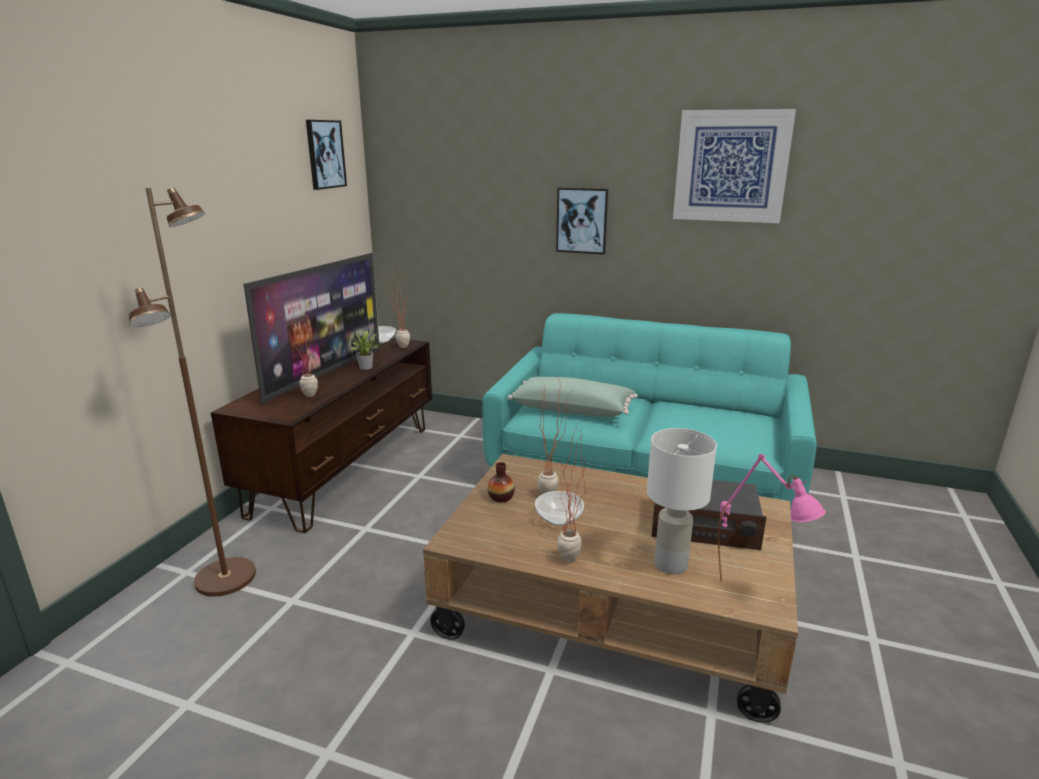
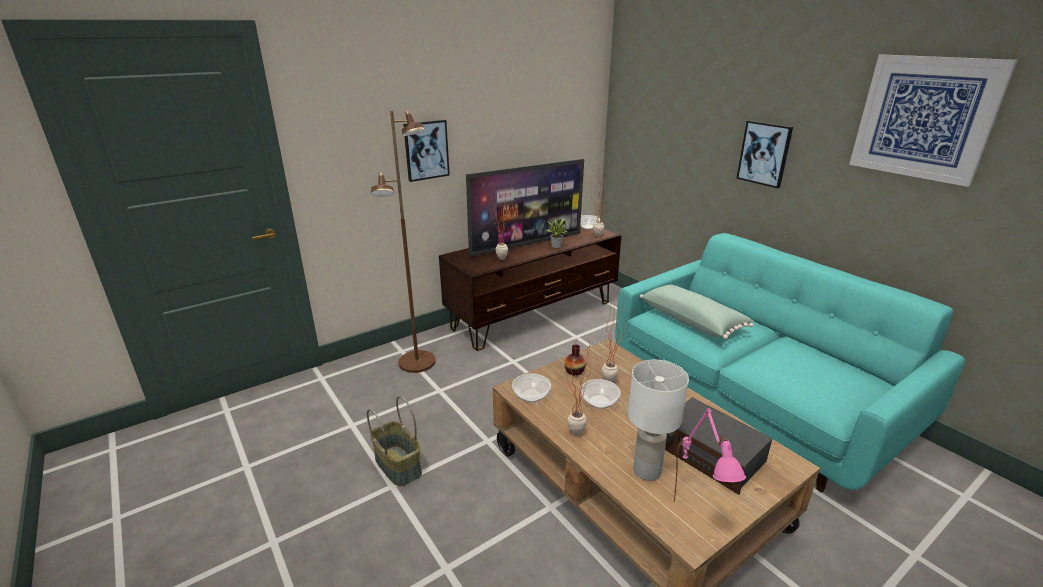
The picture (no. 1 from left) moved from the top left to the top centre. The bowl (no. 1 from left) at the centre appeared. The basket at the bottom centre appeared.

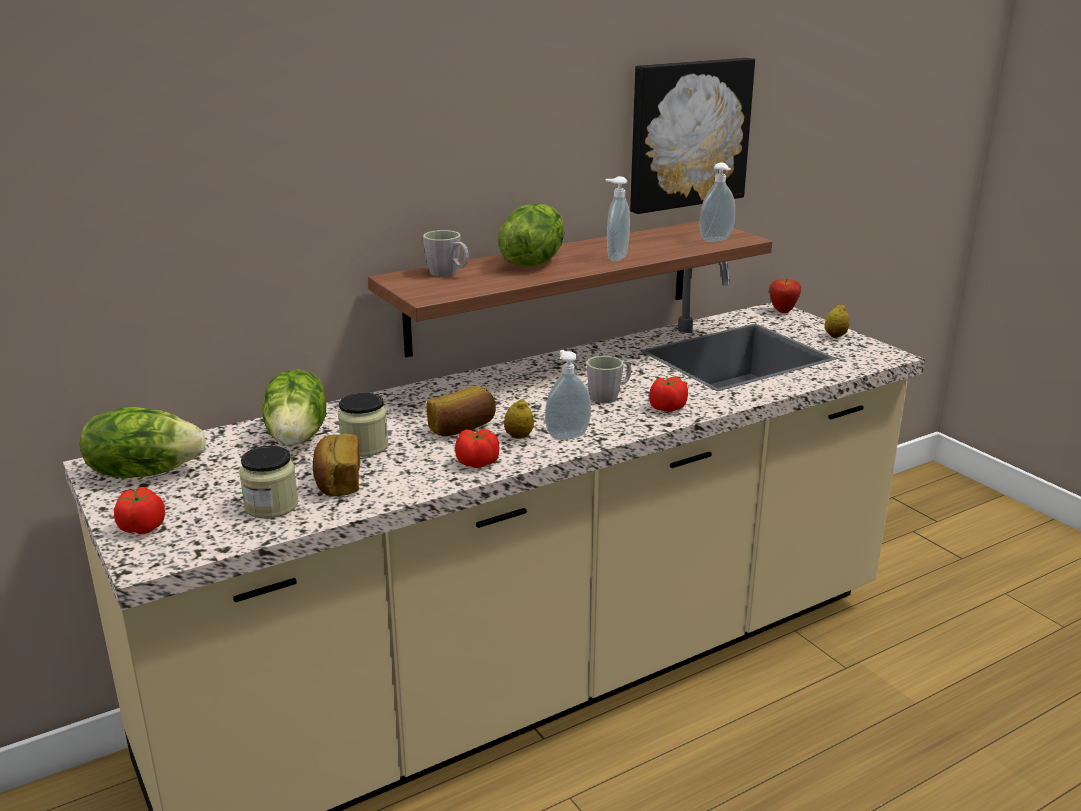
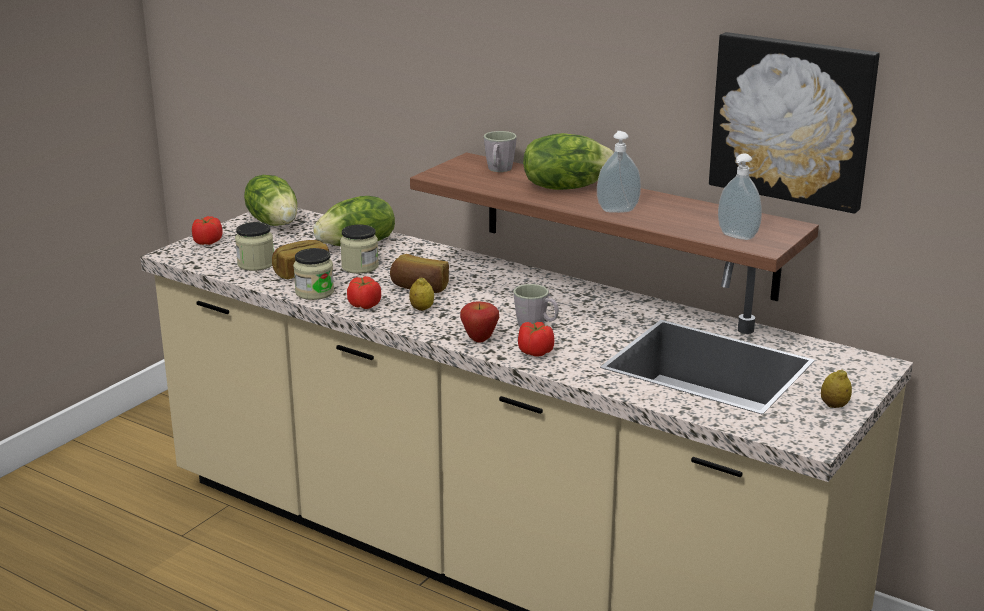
The apple moved from the middle right to the centre. The soap_dispenser (no. 1 from left) at the centre disappeared. The jar (no. 2 from left) at the middle left appeared.

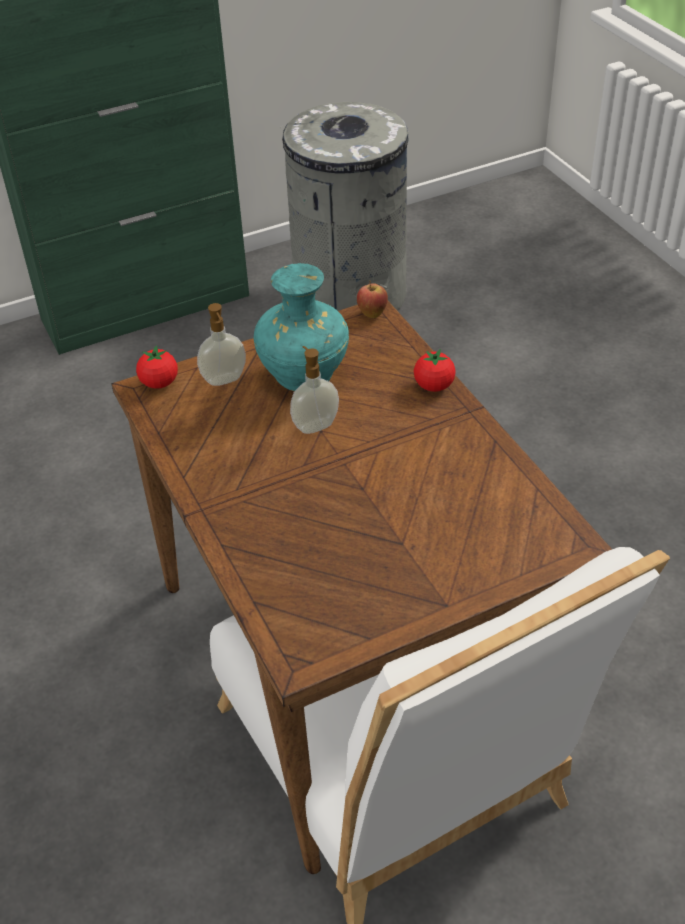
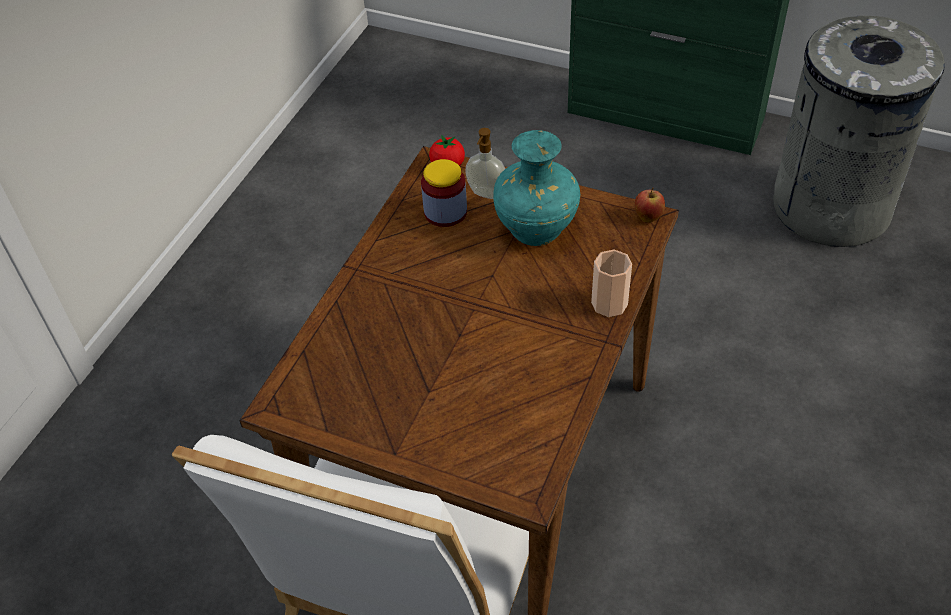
The soap_dispenser (no. 2 from left) at the centre disappeared. The tomato (no. 2 from left) at the centre was replaced by the cup at the centre. The jar at the top centre appeared.

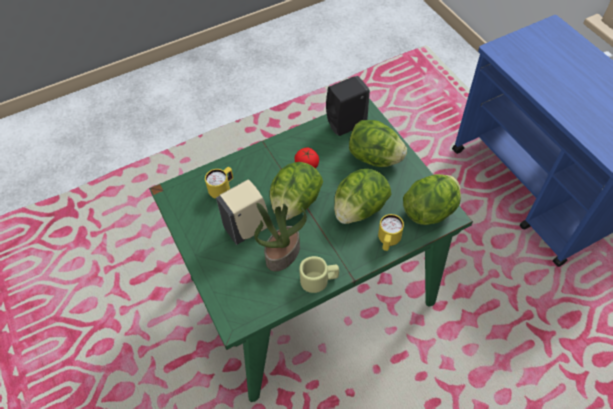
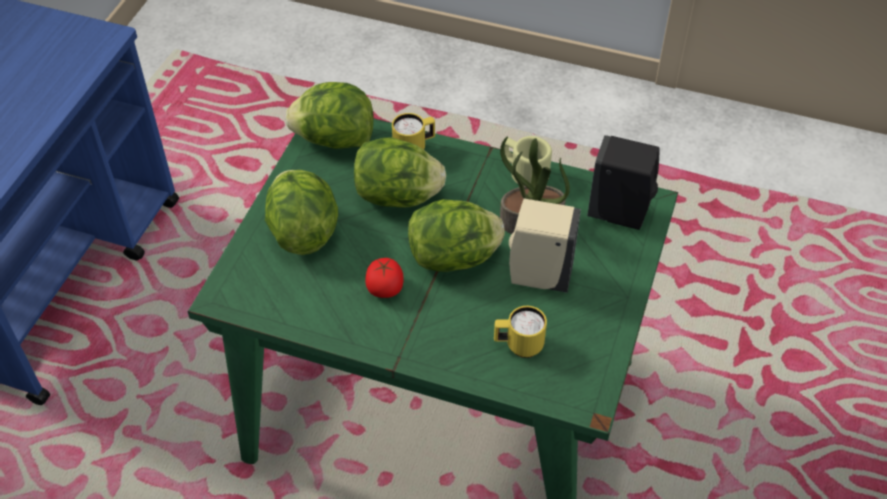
The black_soap_dispenser moved from the top centre to the middle right.

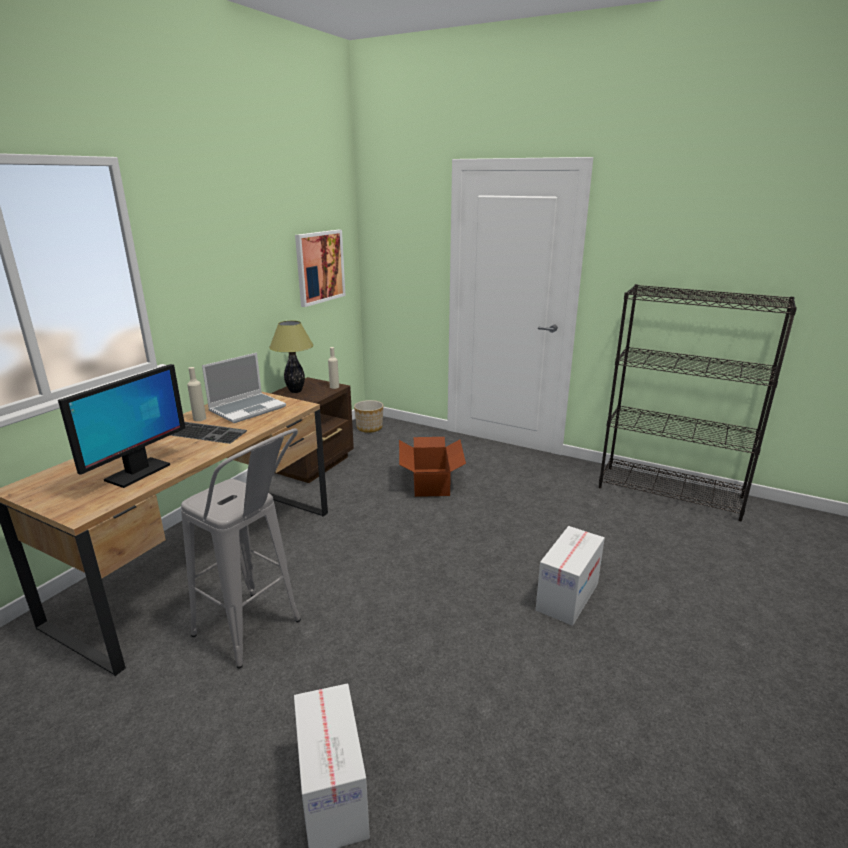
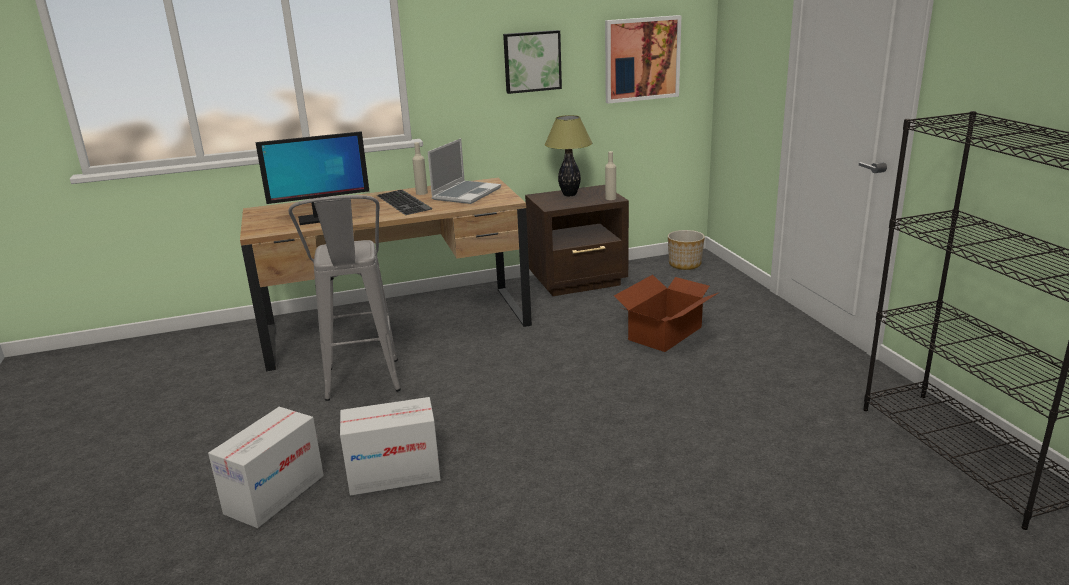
The laptop at the middle left turned 60 degrees counterclockwise. The cardboard_box (no. 3 from left in the first image) moved from the bottom right to the bottom centre. The picture (no. 1 from left) at the top centre appeared.

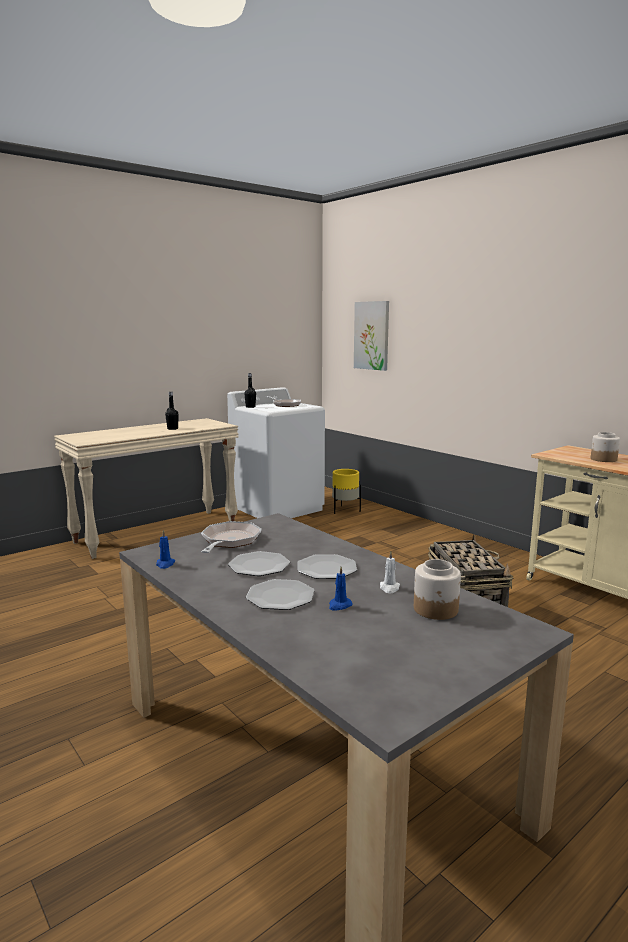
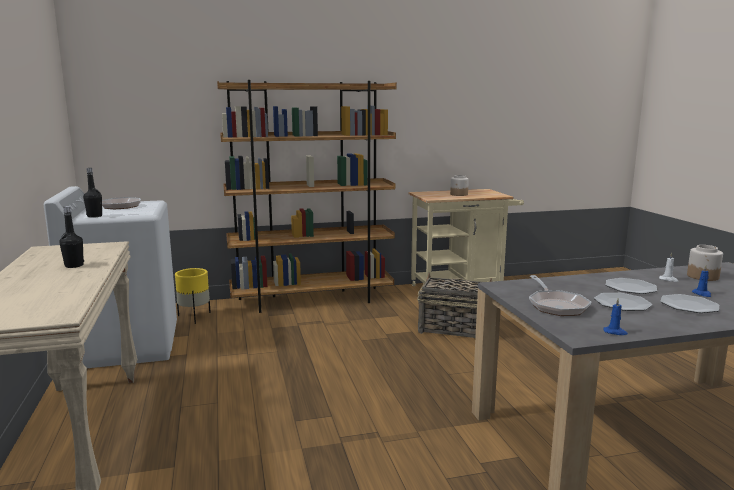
The picture at the centre disappeared. The frying_pan (no. 1 from left in the first image) at the centre turned 135 degrees counterclockwise. The brown_bookcase at the centre appeared.

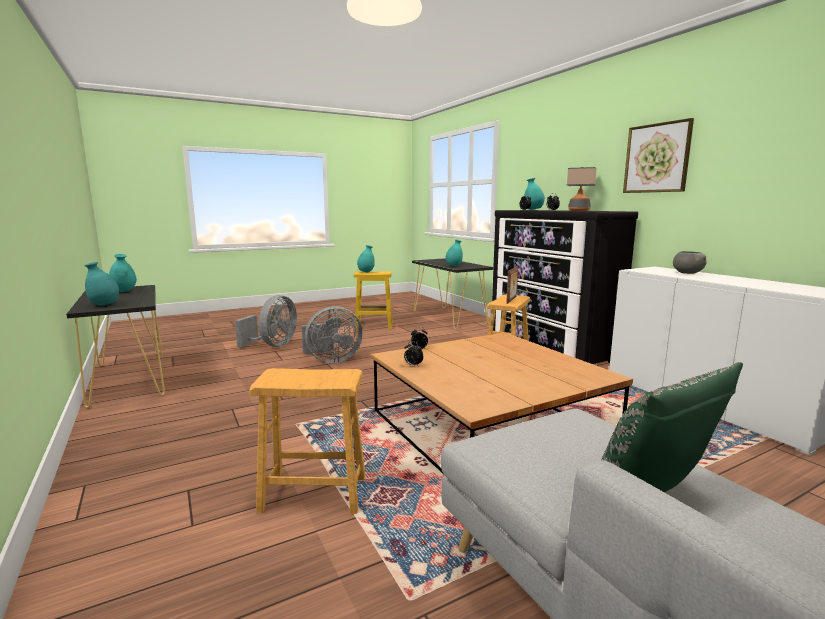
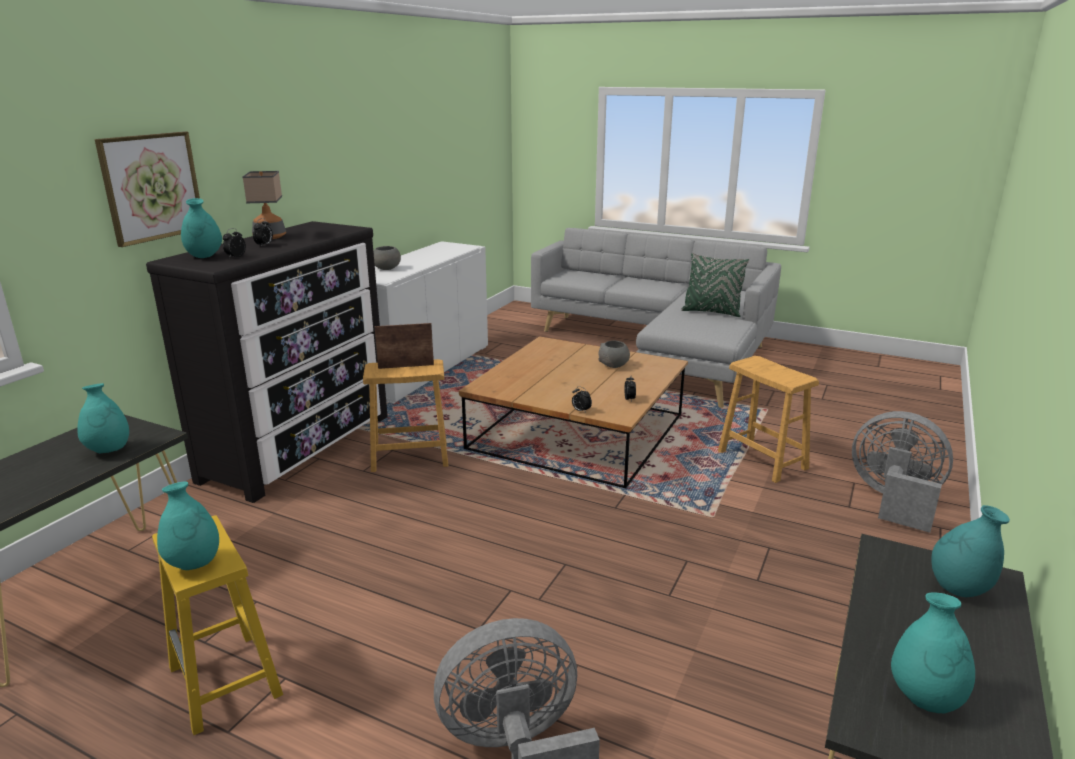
The picture moved from the top right to the top left. The grey_fan (no. 2 from left) moved from the centre to the middle right. The grey_bowl (no. 2 from left) at the centre appeared.

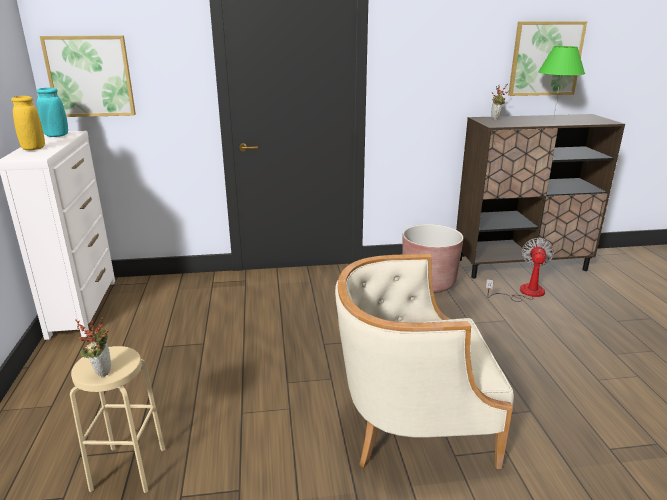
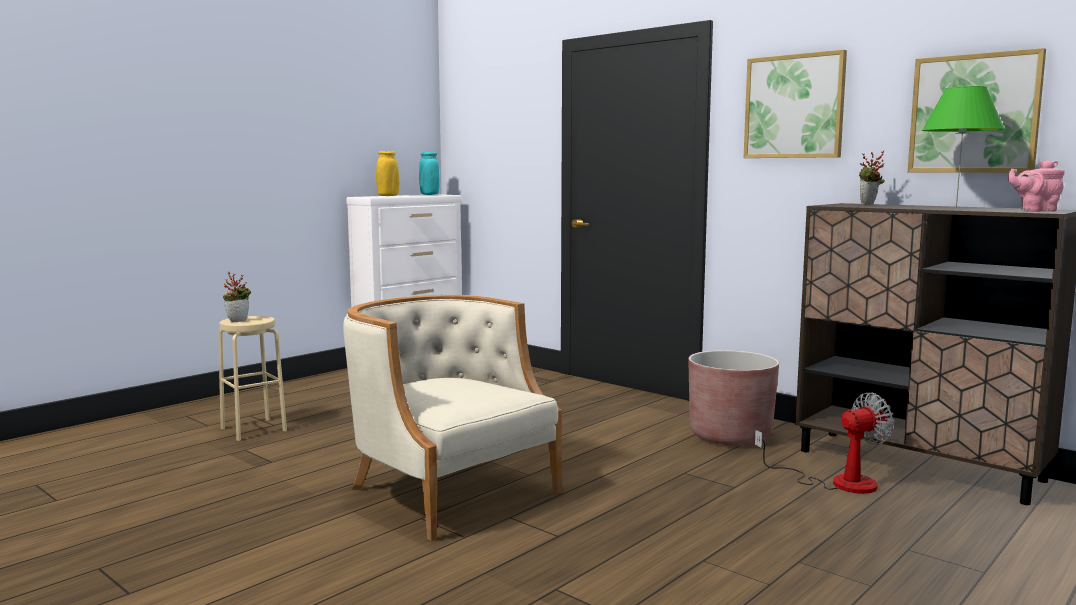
The picture (no. 1 from left) moved from the top left to the top right. The pink_teapot at the top right appeared.

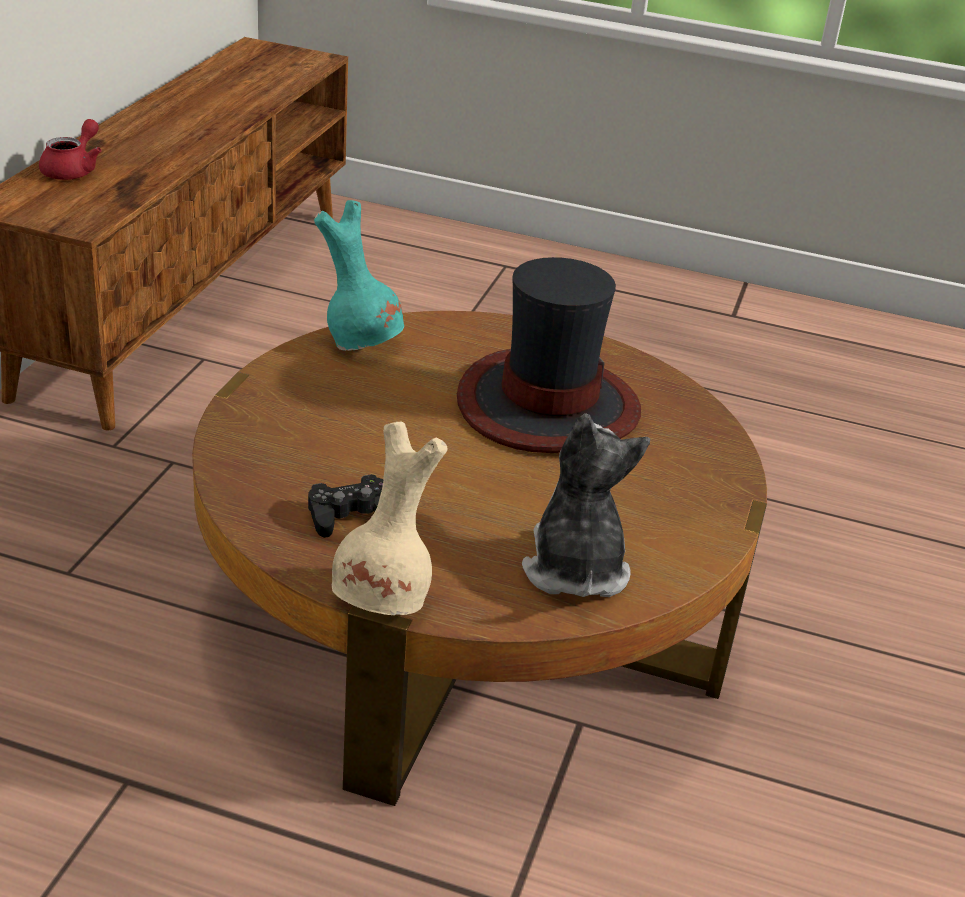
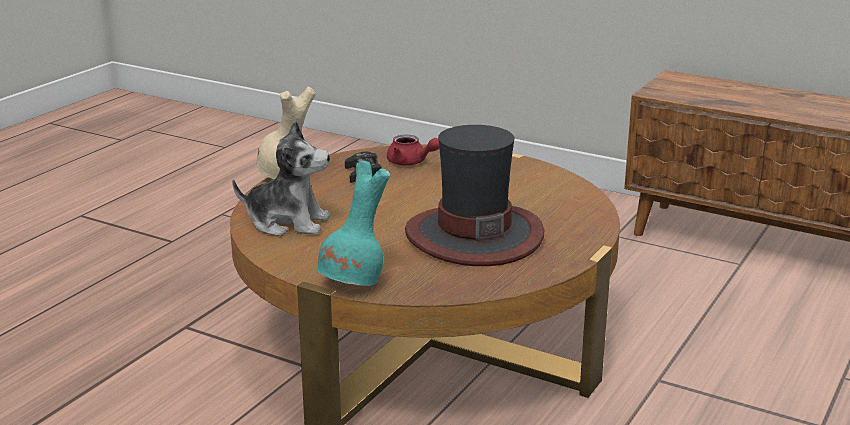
The red_teapot moved from the top left to the centre. The turquoise_vase moved from the top centre to the centre.

